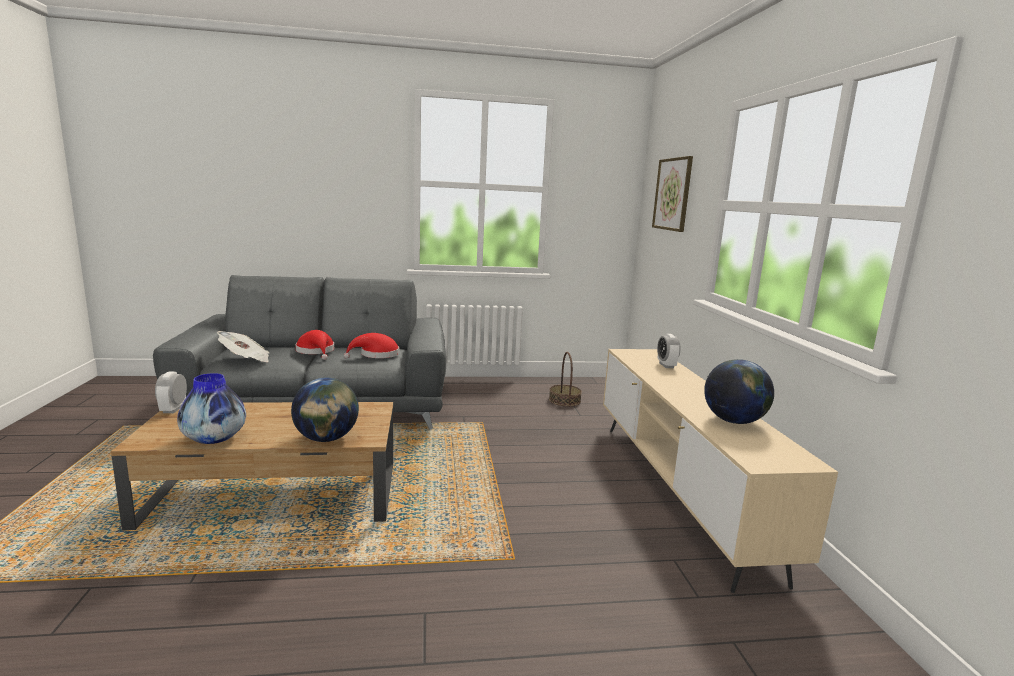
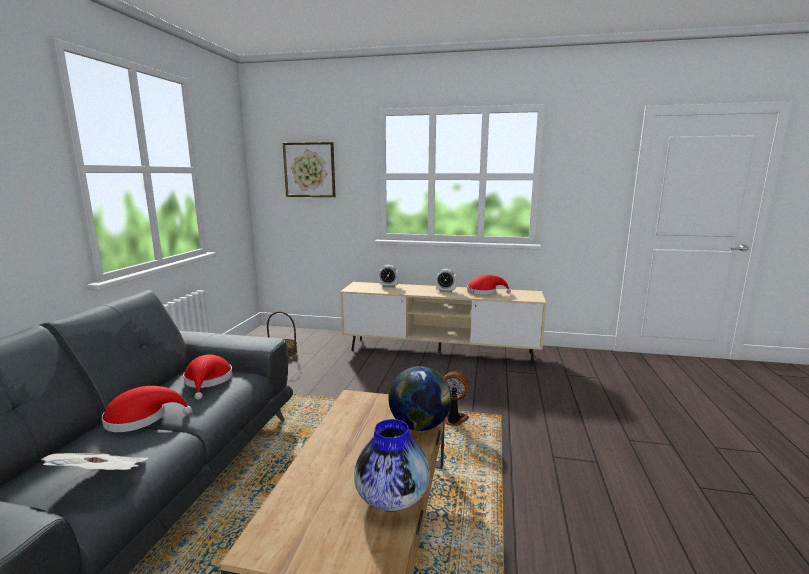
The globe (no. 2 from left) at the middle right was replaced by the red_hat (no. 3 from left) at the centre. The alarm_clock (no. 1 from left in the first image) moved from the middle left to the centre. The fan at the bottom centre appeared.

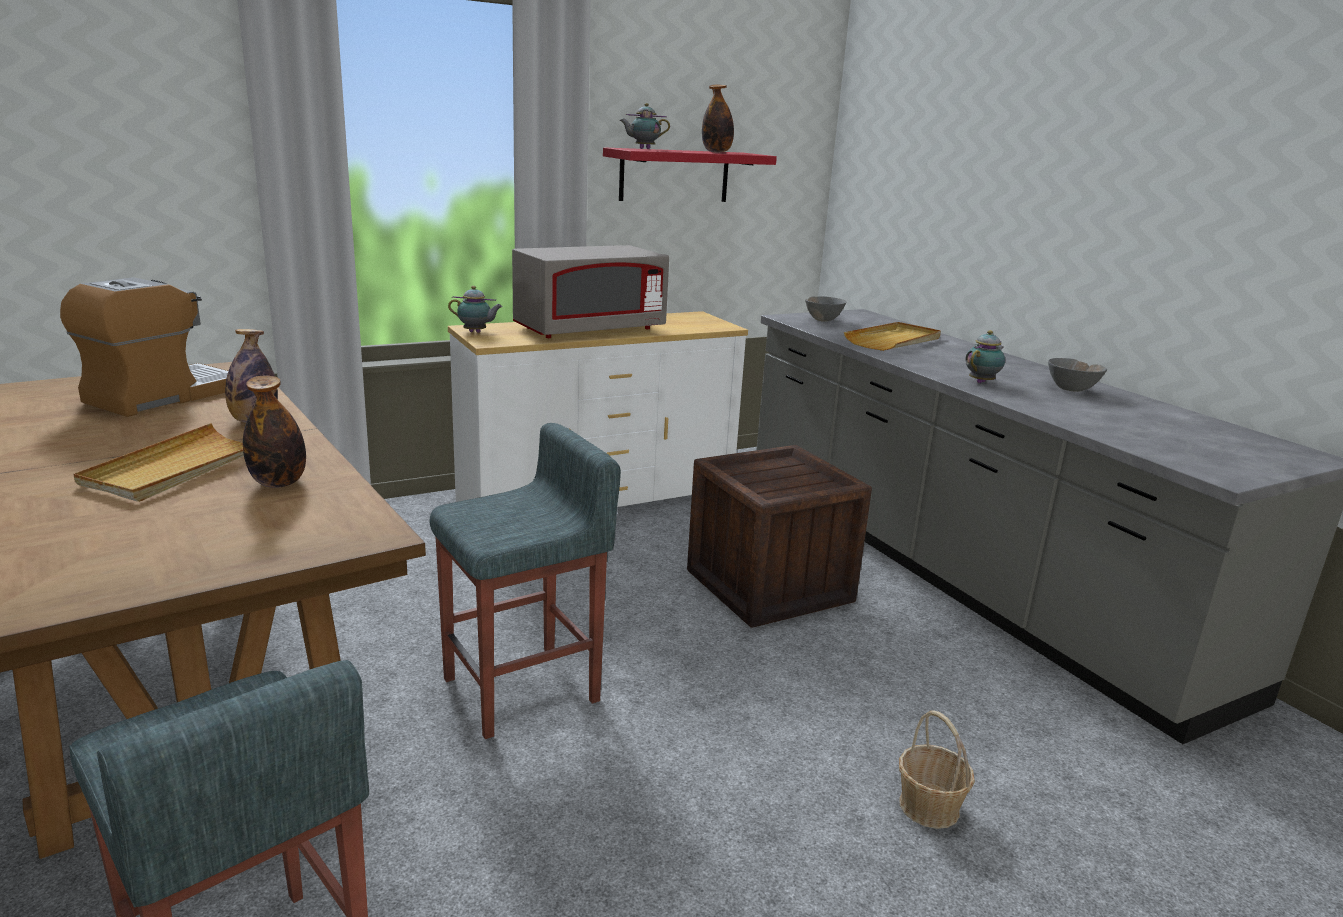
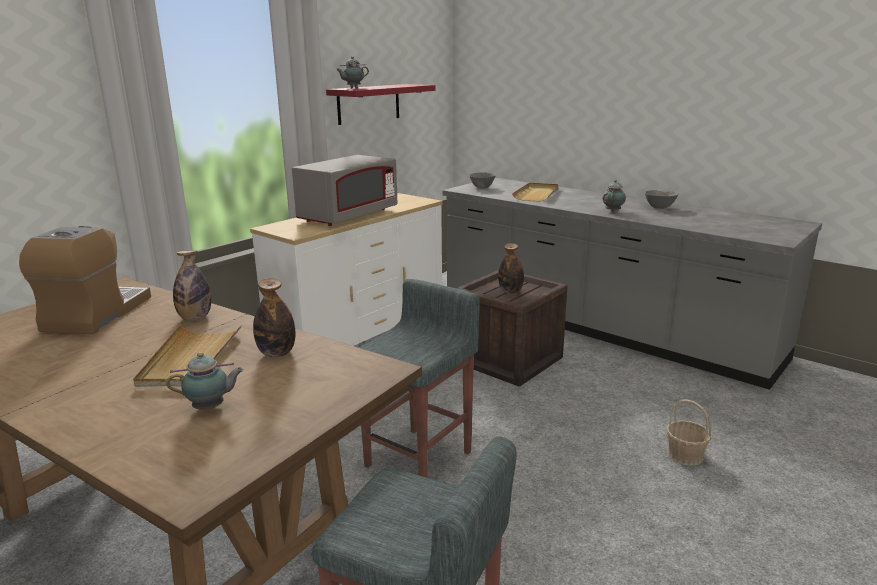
The bottle (no. 3 from left) moved from the top centre to the centre. The teapot (no. 1 from left) moved from the centre to the middle left.

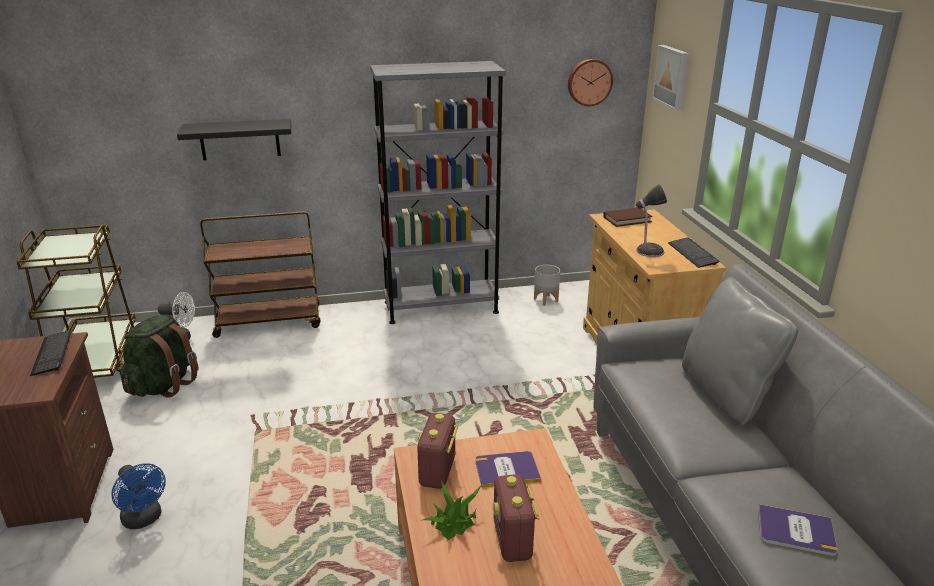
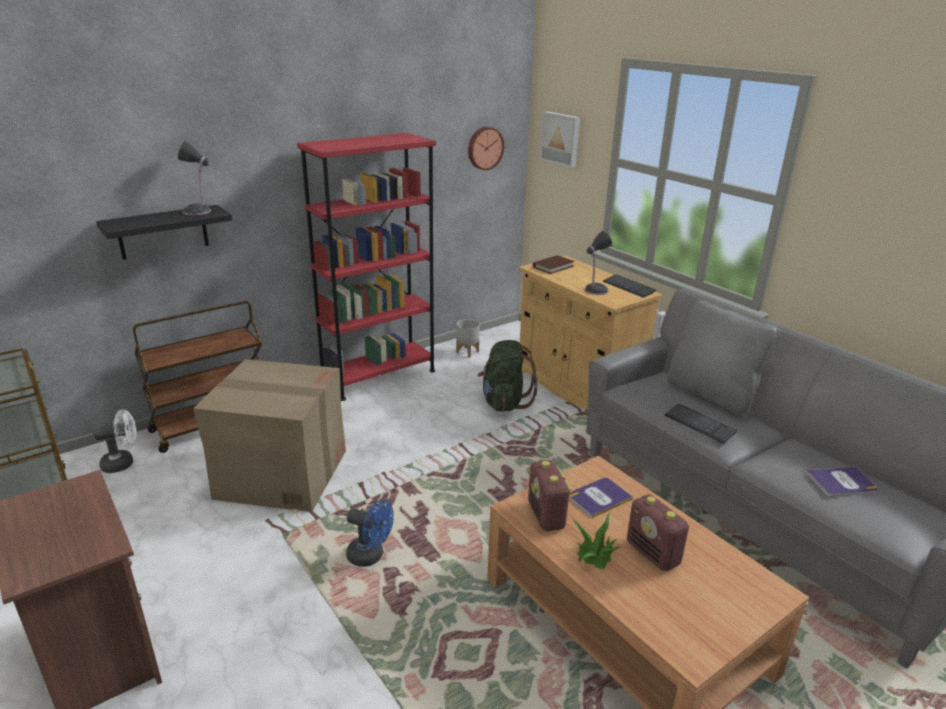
The grey_bookcase at the top centre became the red_bookcase at the centre. The green_backpack moved from the middle left to the centre. The keyboard (no. 1 from left in the first image) moved from the middle left to the middle right. The blue_fan moved from the bottom left to the bottom centre. The table_lamp (no. 1 from left) at the top left appeared. The cardboard_box at the middle left appeared.

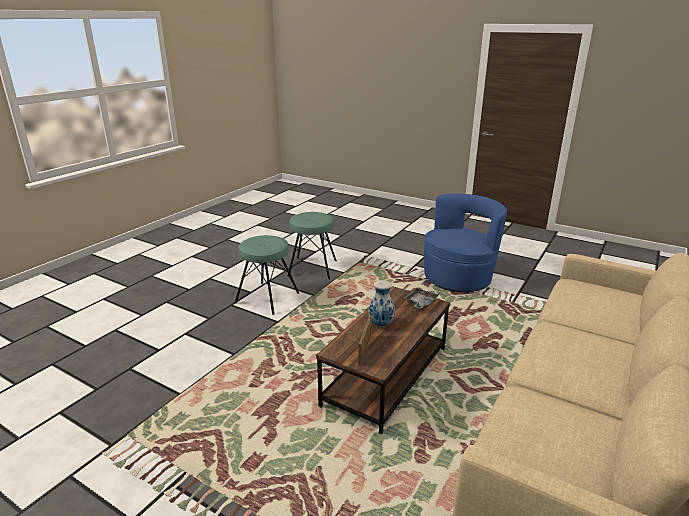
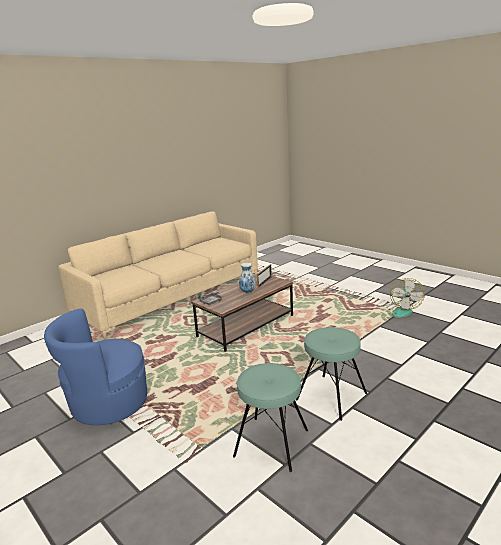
The fan at the middle right appeared.

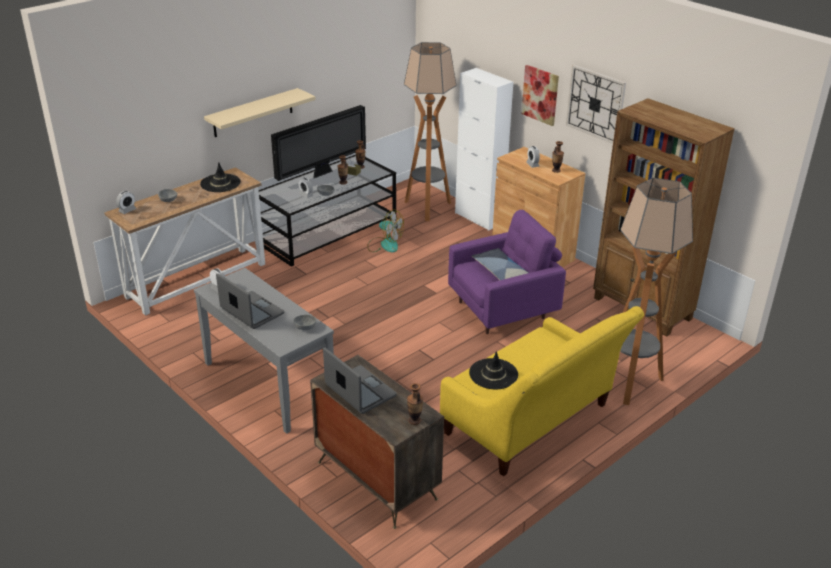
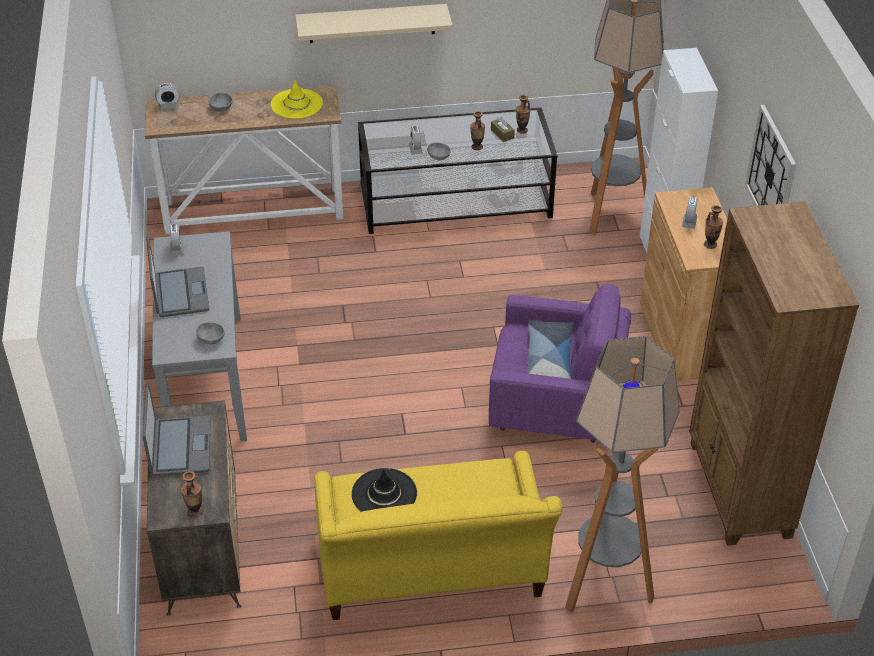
The picture at the top centre disappeared. The television at the top centre disappeared. The black_hat (no. 1 from left) at the top left became the yellow_hat at the top centre. The fan at the centre disappeared.

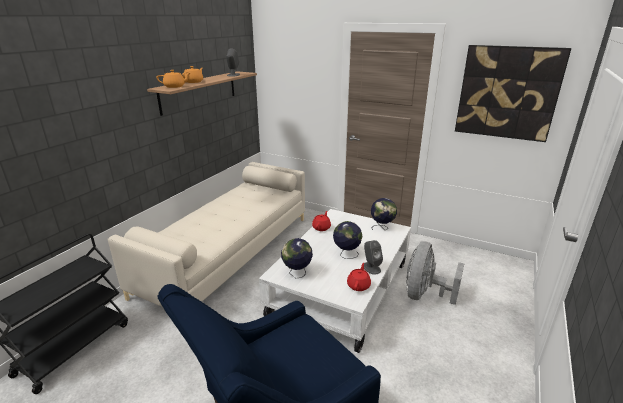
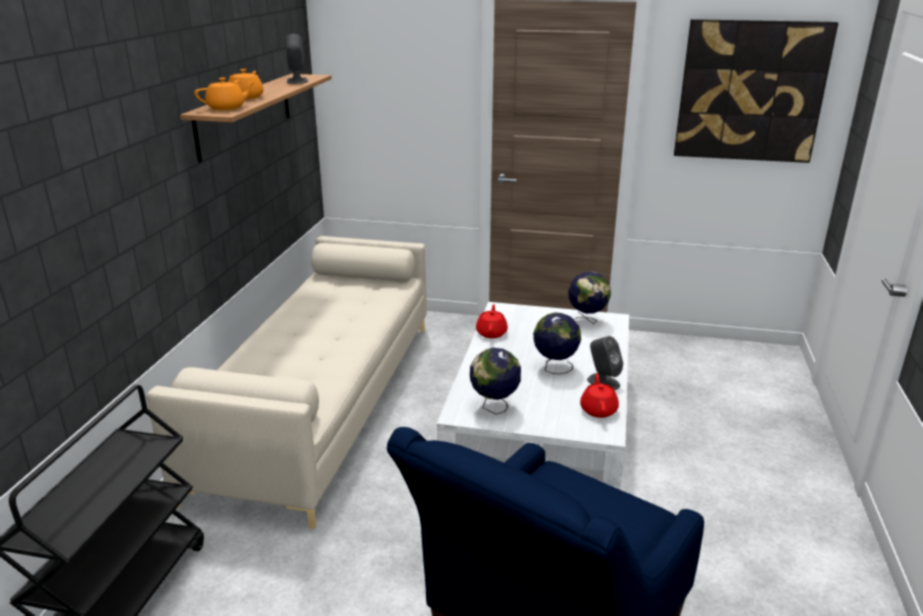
The grey_fan at the bottom right disappeared.

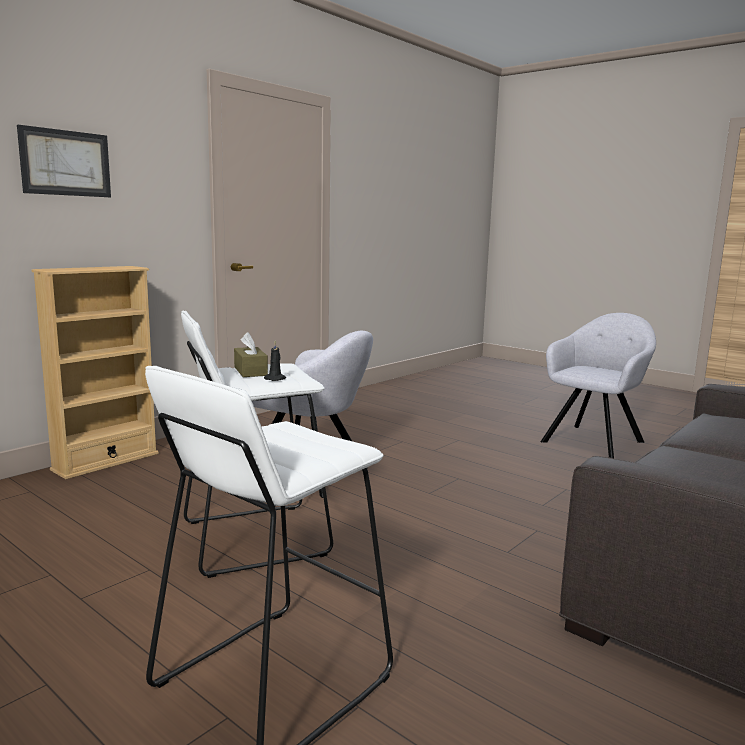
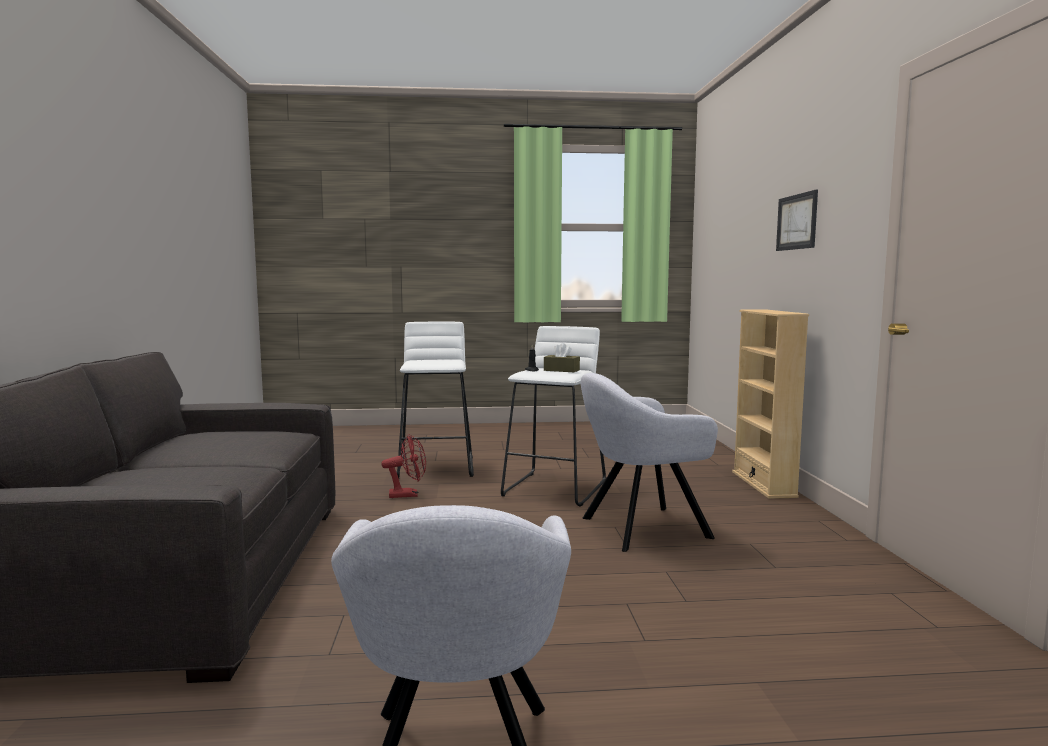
The red_fan at the centre appeared.

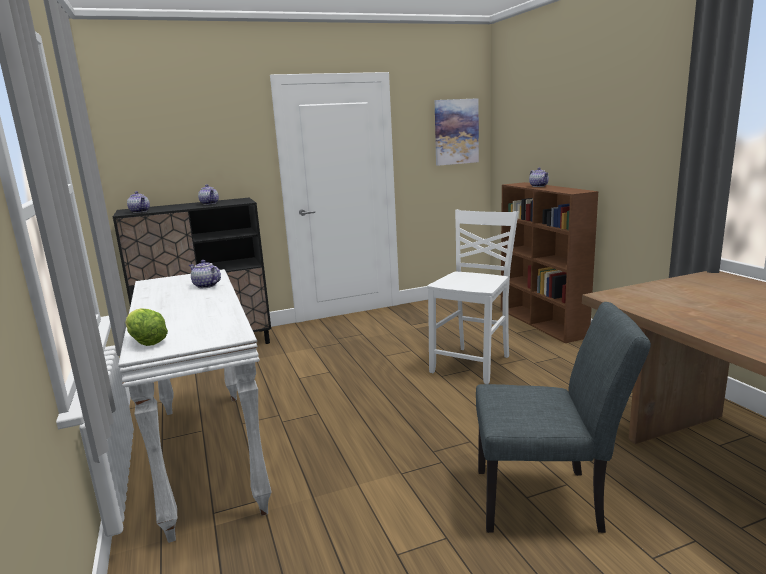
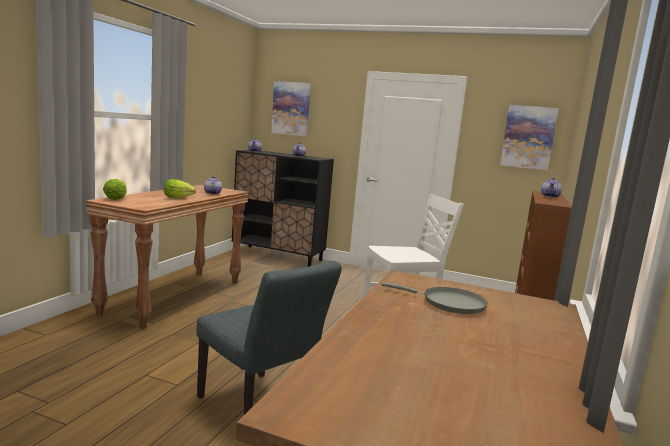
The white_console_table at the bottom left became the brown_console_table at the middle left. The picture (no. 1 from left) at the top centre appeared. The lettuce (no. 2 from left) at the middle left appeared. The grey_frying_pan at the bottom centre appeared.

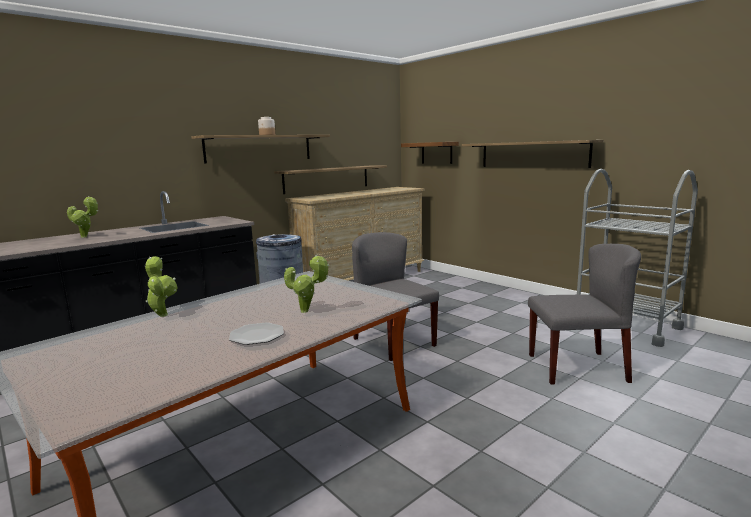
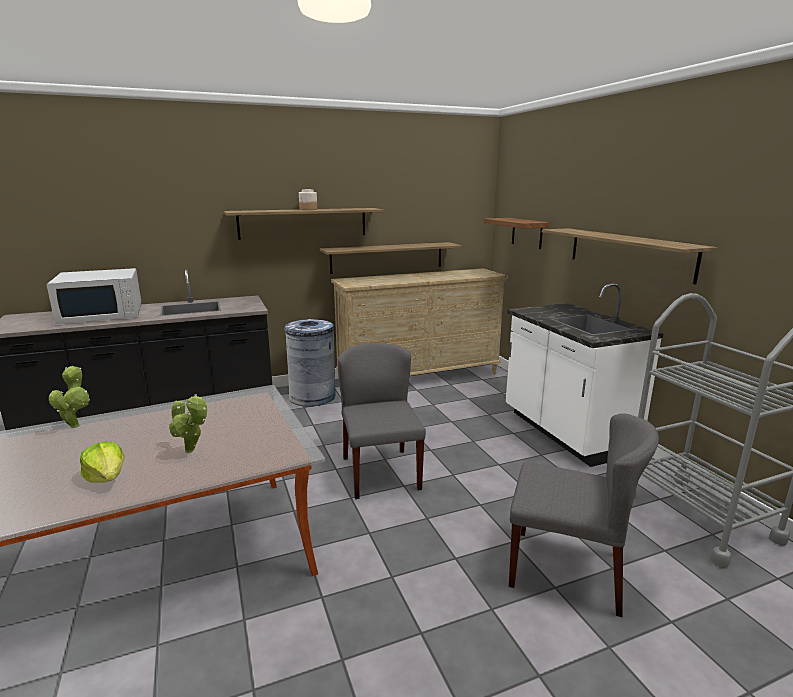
The potted_plant (no. 1 from left) at the middle left was replaced by the white_microwave at the middle left. The plate at the centre was replaced by the lettuce at the middle left. The white_counter at the middle right appeared.

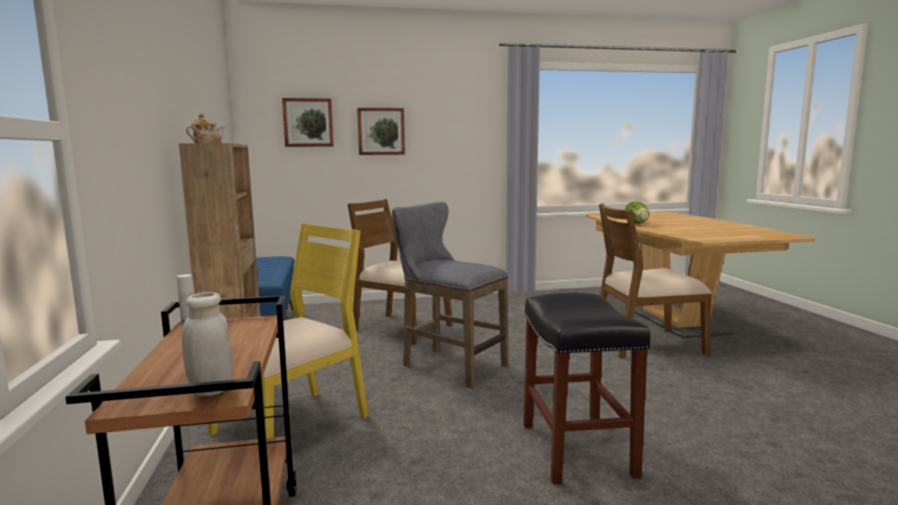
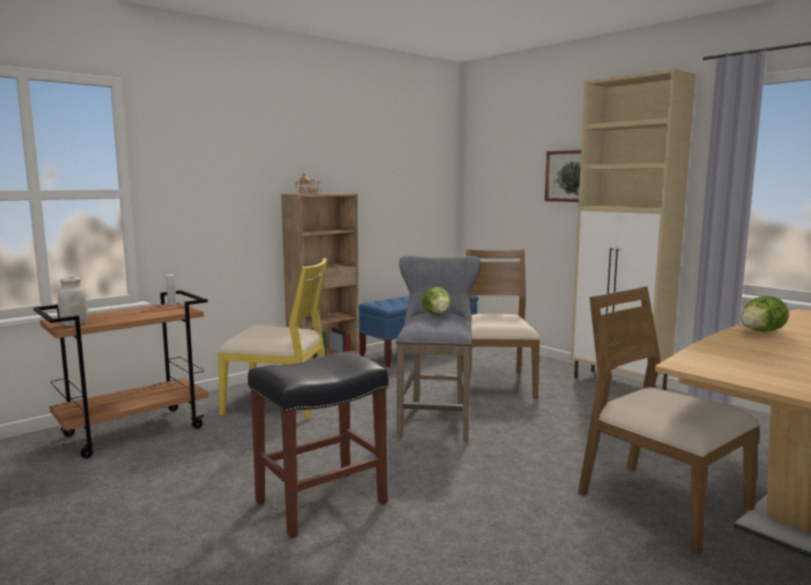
The picture (no. 1 from left) at the top centre disappeared. The beige_cabinet at the middle right appeared. The lettuce (no. 1 from left) at the centre appeared.

